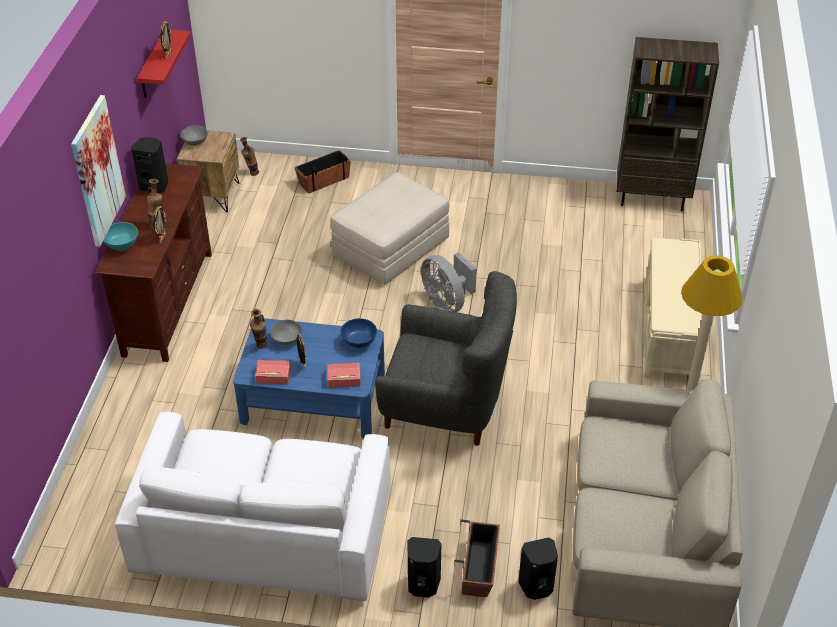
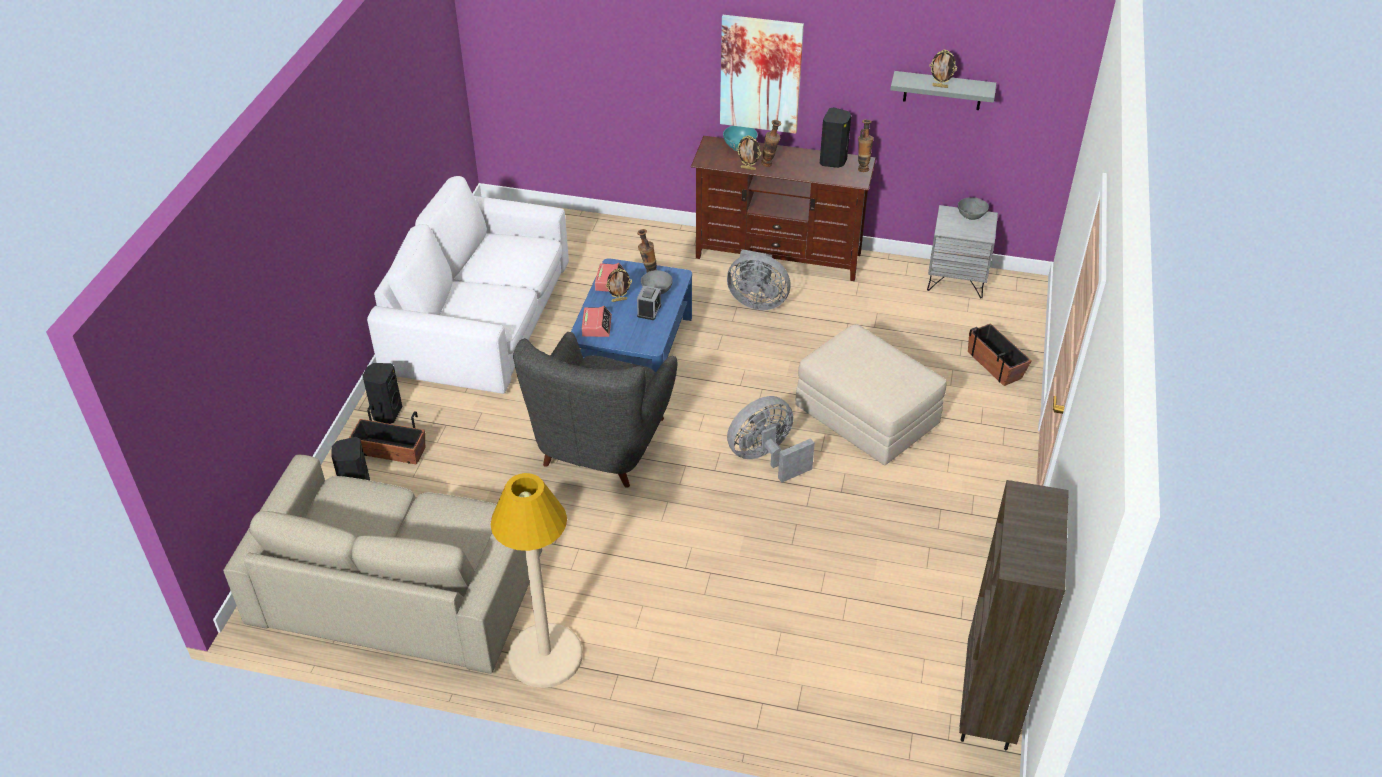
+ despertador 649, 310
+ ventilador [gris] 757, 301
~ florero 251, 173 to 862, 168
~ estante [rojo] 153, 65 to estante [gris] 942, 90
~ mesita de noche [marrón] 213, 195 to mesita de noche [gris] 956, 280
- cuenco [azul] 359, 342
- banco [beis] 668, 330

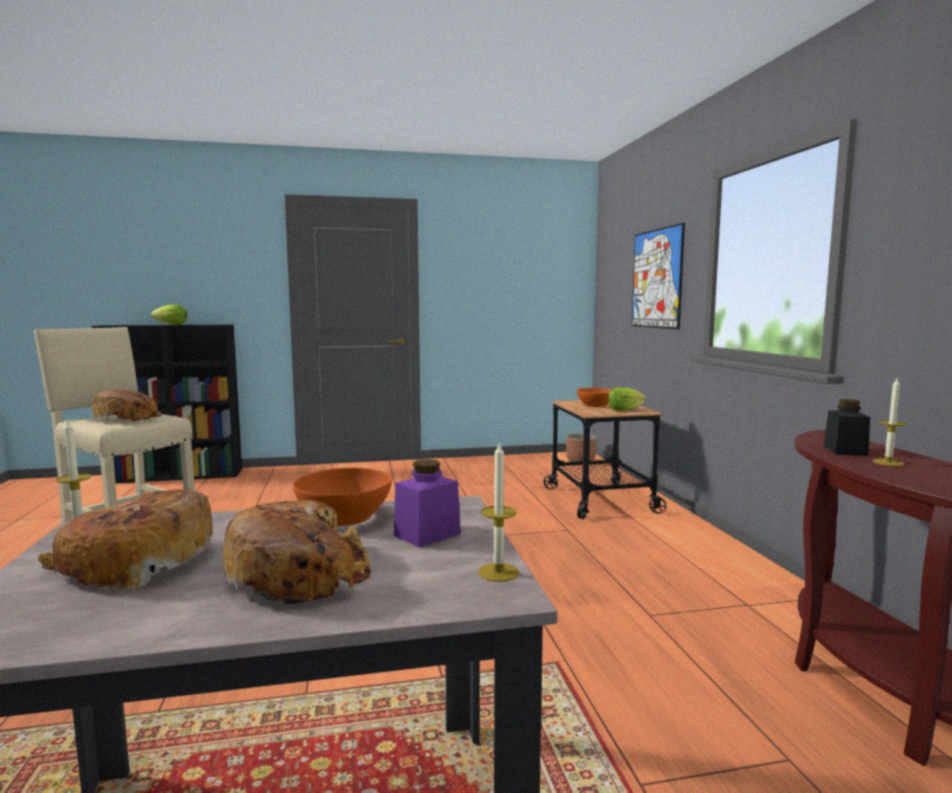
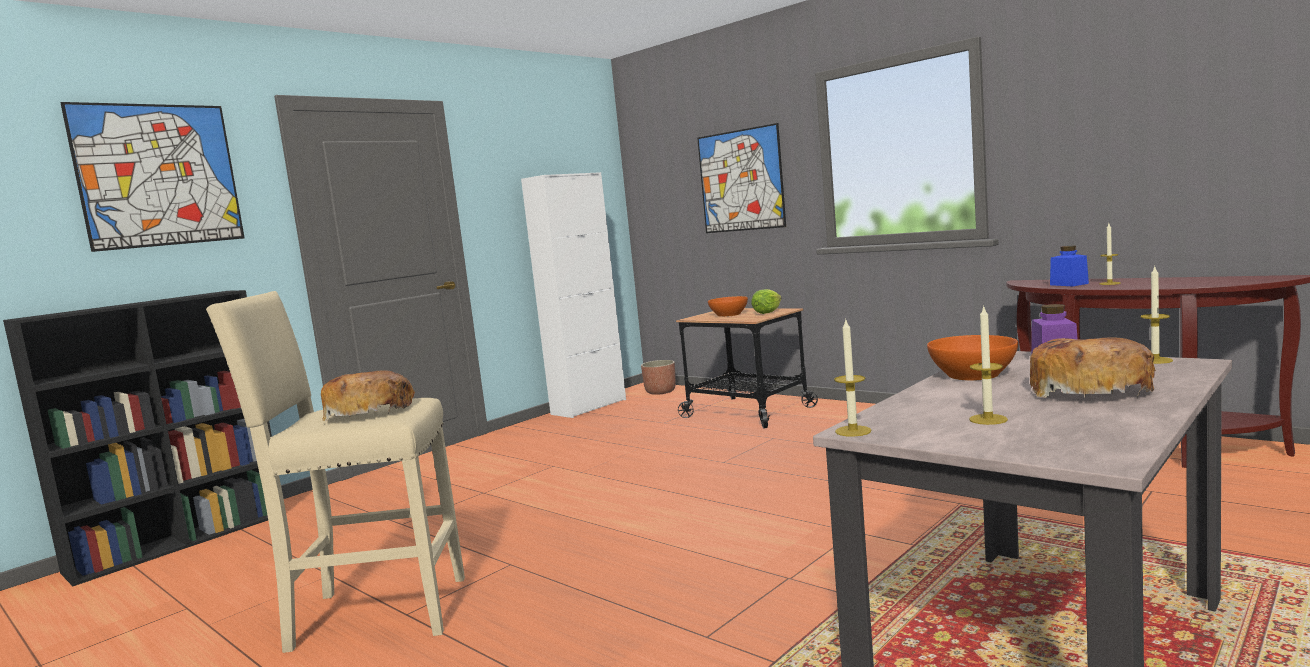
+ cuadro 158, 175
+ armario [blanco] 589, 407
~ pan 136, 562 to vela 988, 419
~ tarro [negro] 845, 450 to tarro [azul] 1069, 284
- lechuga 171, 324

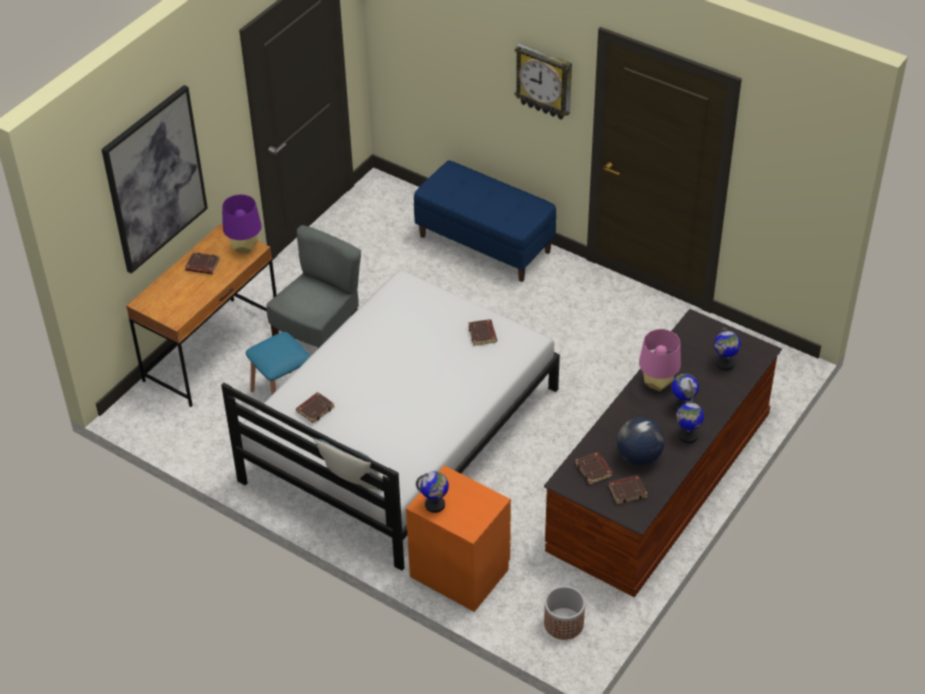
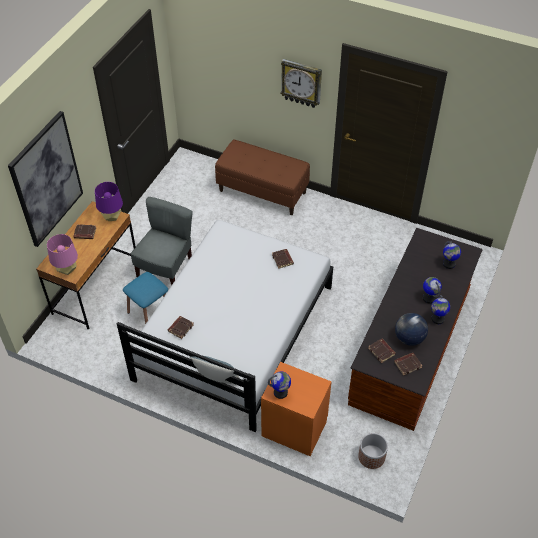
~ lámpara de mesa [rosa] 657, 384 to 67, 270
~ banco [azul] 485, 243 to banco [marrón] 263, 191

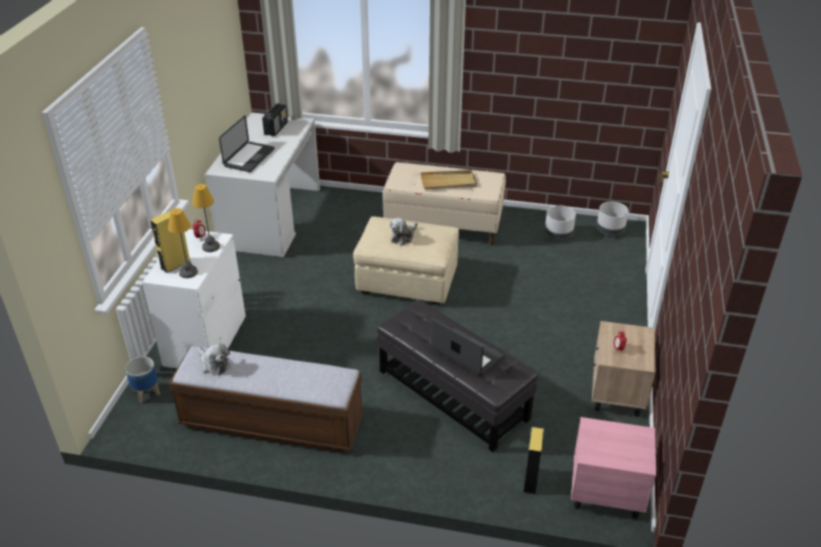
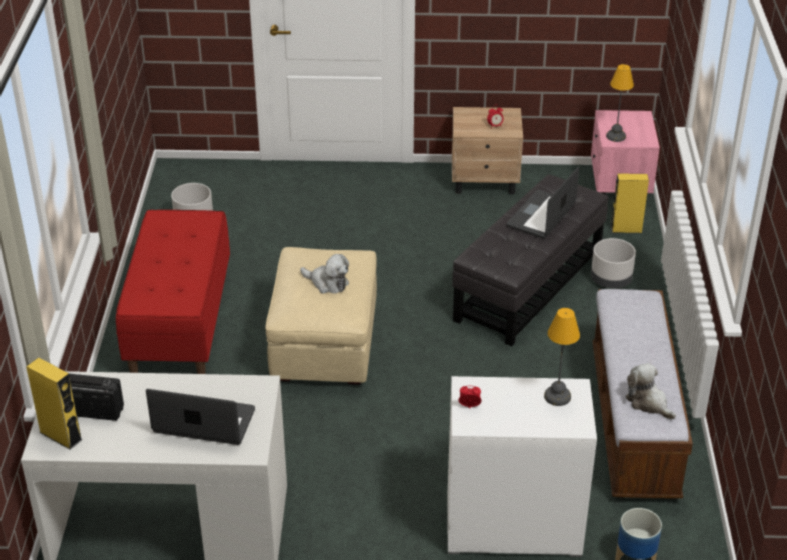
~ altavoz [amarillo] 175, 264 to 61, 436
~ banco [beis] 444, 225 to banco [rojo] 180, 324
~ maceta [gris] 610, 230 to 610, 280
~ lámpara de mesa 211, 246 to 615, 136
~ peluche 214, 364 = 648, 403 75 degrees counterclockwise
- bandeja [beis] 448, 182

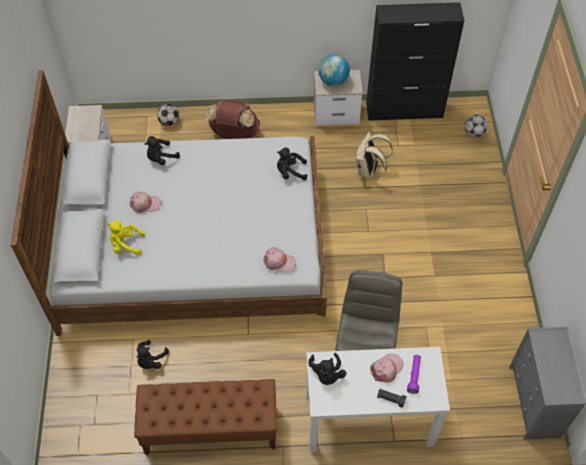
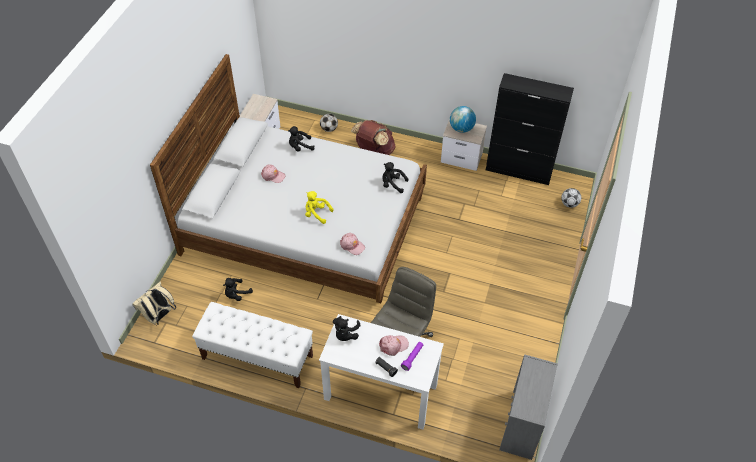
~ mochila [beis] 368, 171 to 159, 316
~ banco [marrón] 210, 429 to banco [blanco] 257, 357
~ peluche [amarillo] 126, 245 to 316, 214

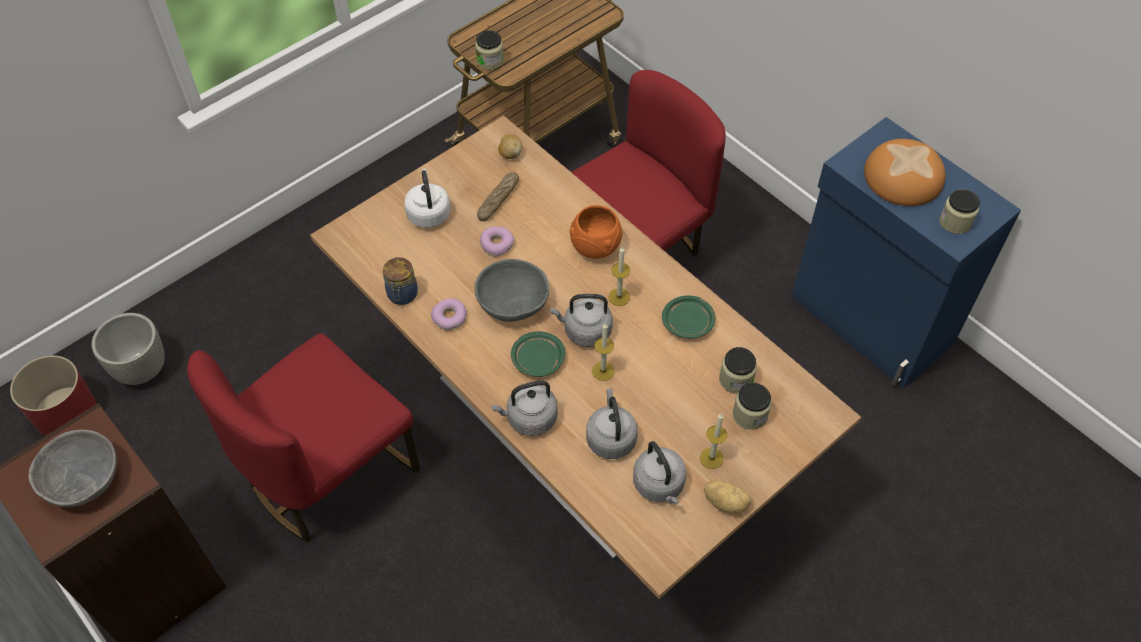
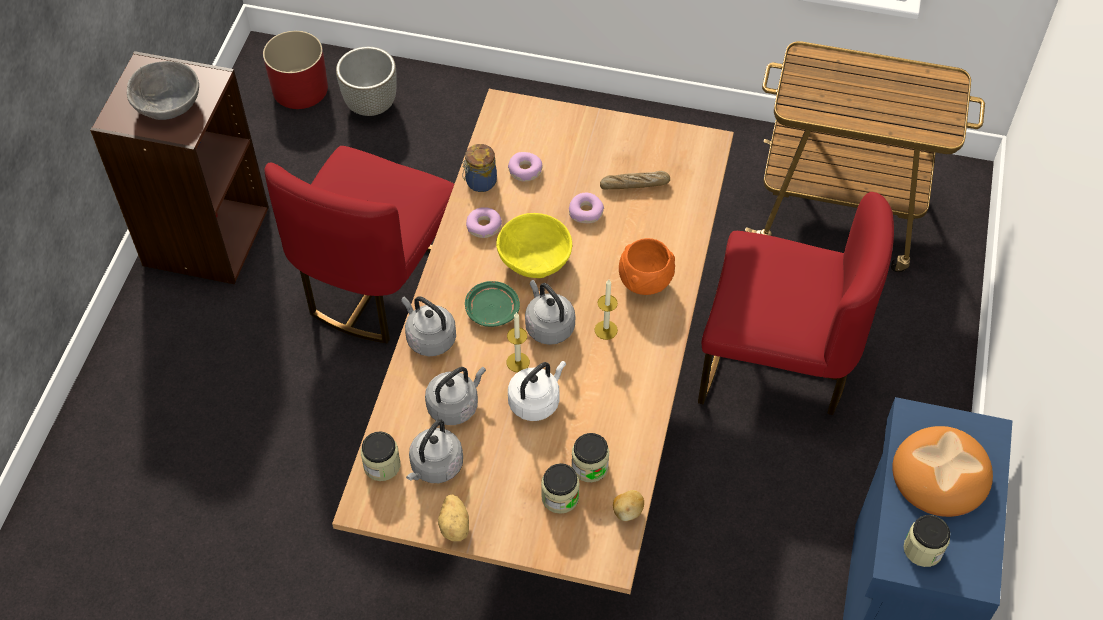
~ silla [rojo] 328, 472 = 376, 282 75 degrees counterclockwise
~ tarro 490, 60 to 382, 465
~ cuenco [gris] 512, 303 to cuenco [amarillo] 534, 259
+ rosquilla 525, 171
~ hervidor [blanco] 428, 213 to 536, 401
~ patata 510, 154 to 627, 511
- plato [verde] 688, 322
- vela 711, 458

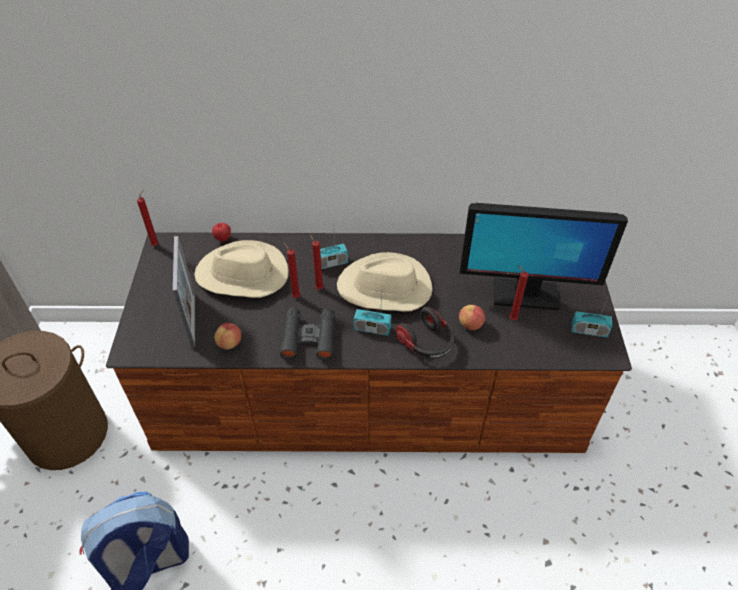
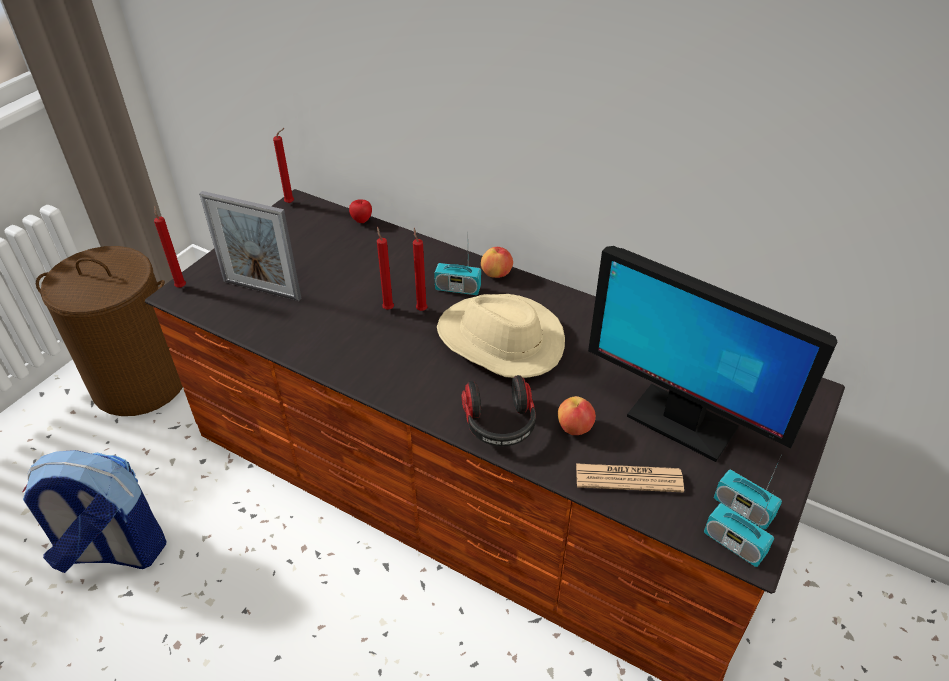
~ vela [rojo] 511, 318 to 181, 286
~ portarretratos 193, 320 = 262, 290 90 degrees clockwise
~ manzana 229, 343 to 496, 274
+ periódico 628, 478
~ radio 372, 328 to 734, 544
- sombrero [beis] 242, 275
- prismáticos [negro] 309, 338

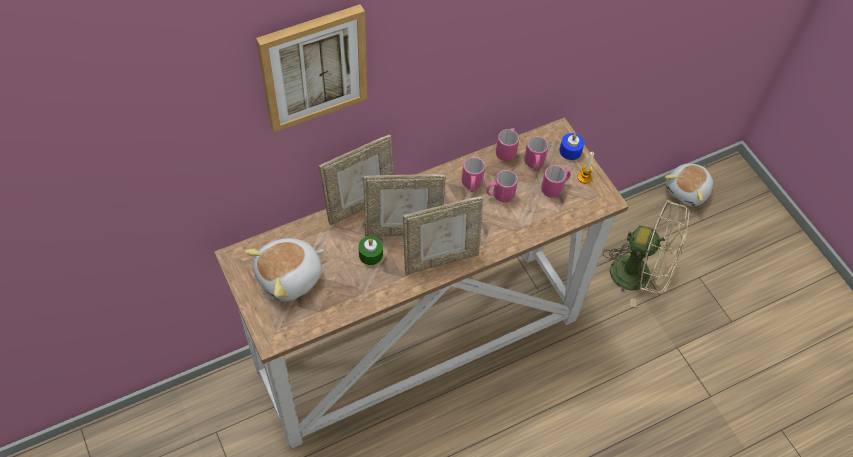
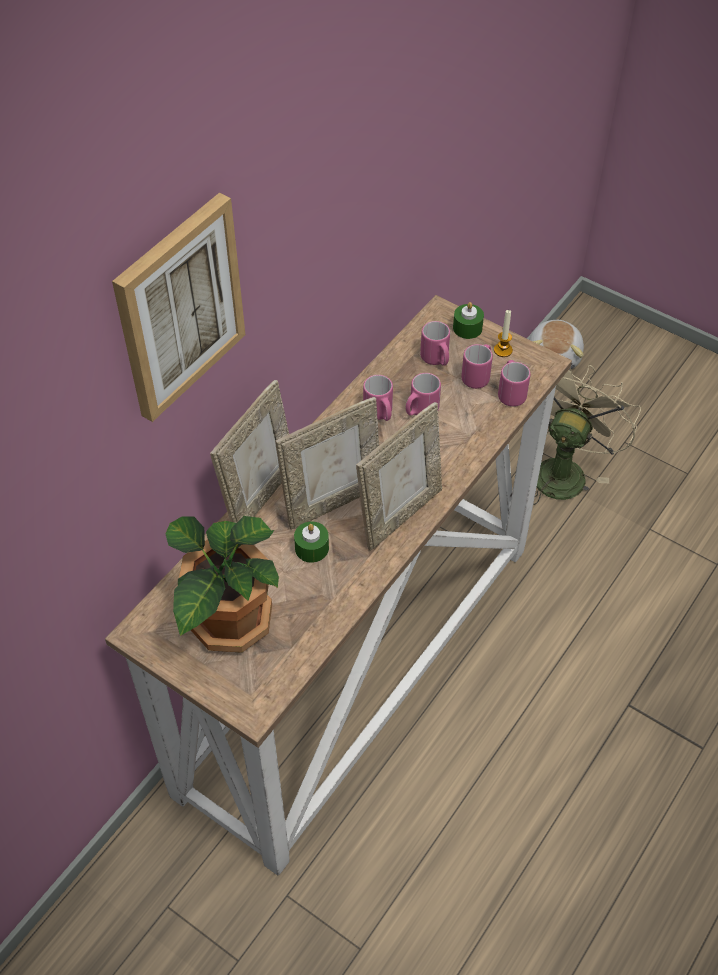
~ peluche 290, 277 to planta en maceta 228, 623
~ vela [azul] 570, 151 to vela [verde] 467, 328
~ taza grande [rosa] 507, 150 to 510, 393
~ ventilador [beis] 639, 275 = 561, 469 60 degrees counterclockwise

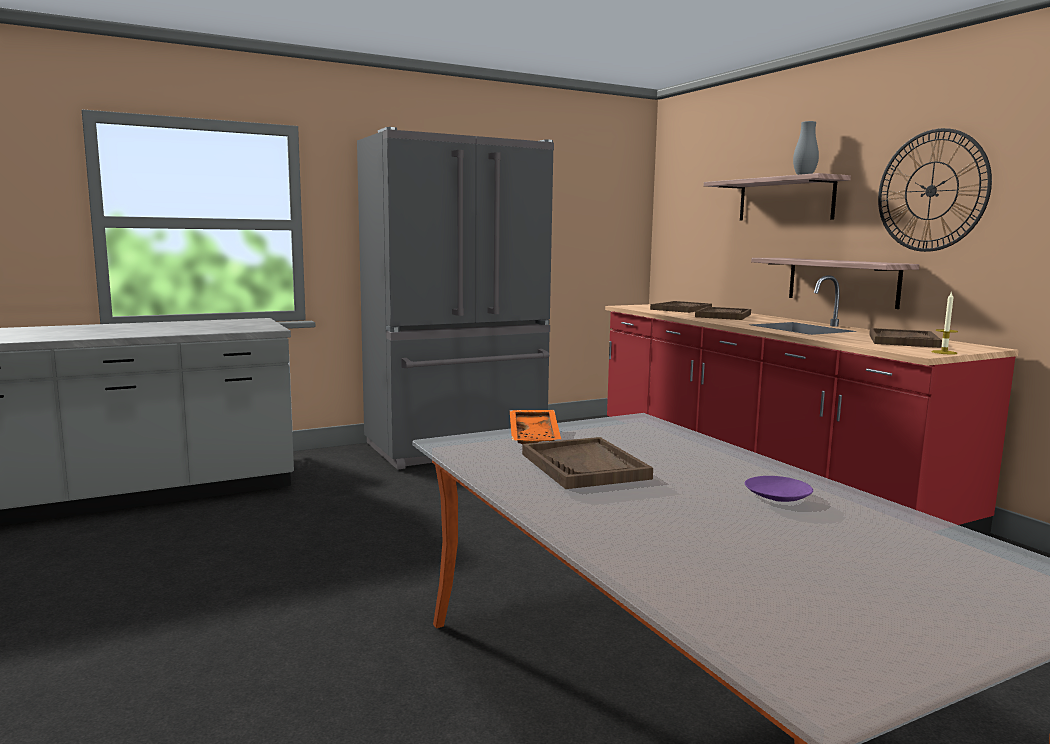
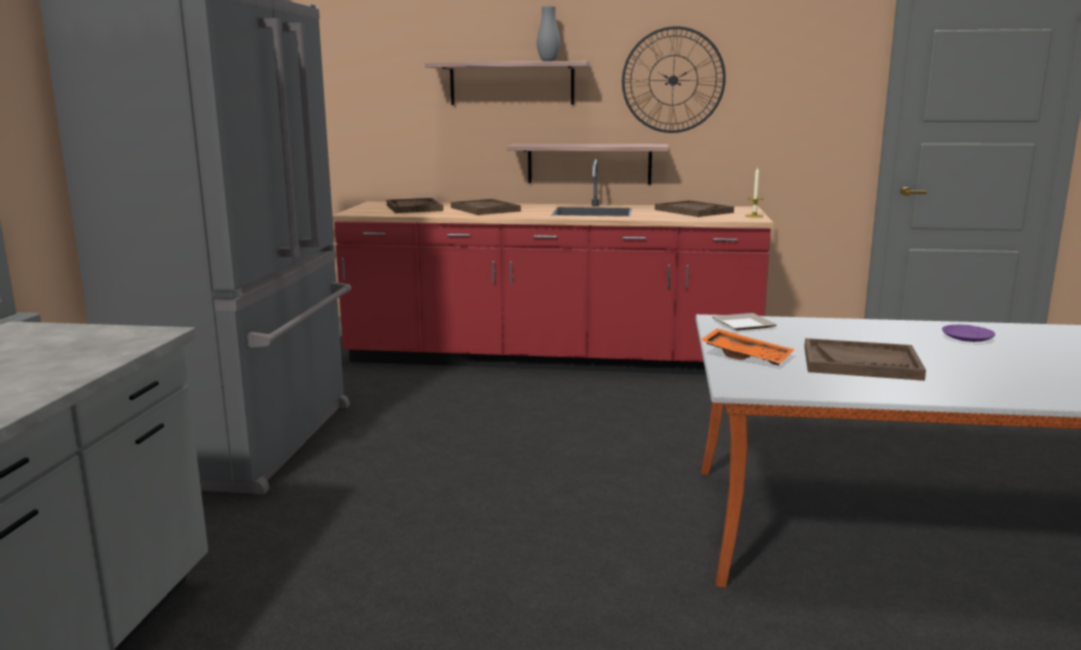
+ plato 744, 324

